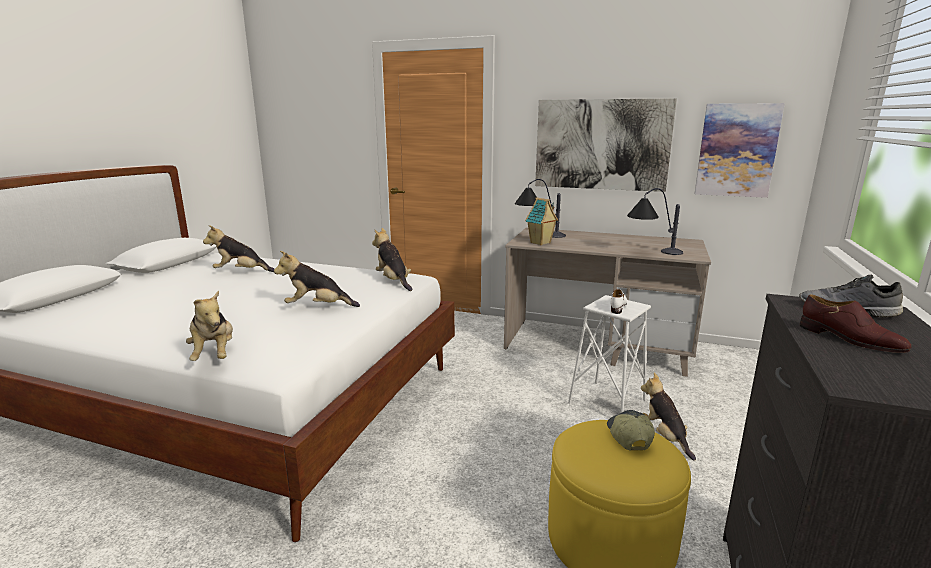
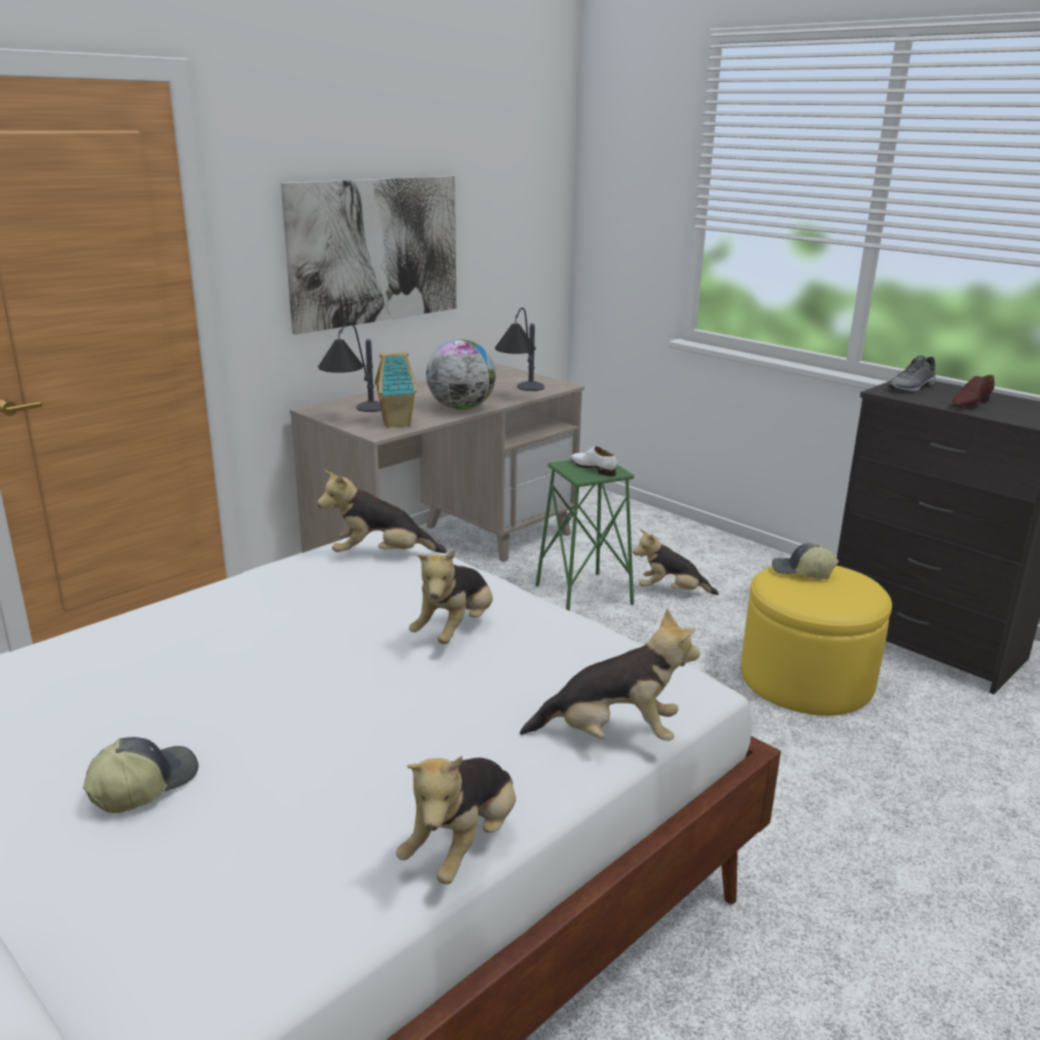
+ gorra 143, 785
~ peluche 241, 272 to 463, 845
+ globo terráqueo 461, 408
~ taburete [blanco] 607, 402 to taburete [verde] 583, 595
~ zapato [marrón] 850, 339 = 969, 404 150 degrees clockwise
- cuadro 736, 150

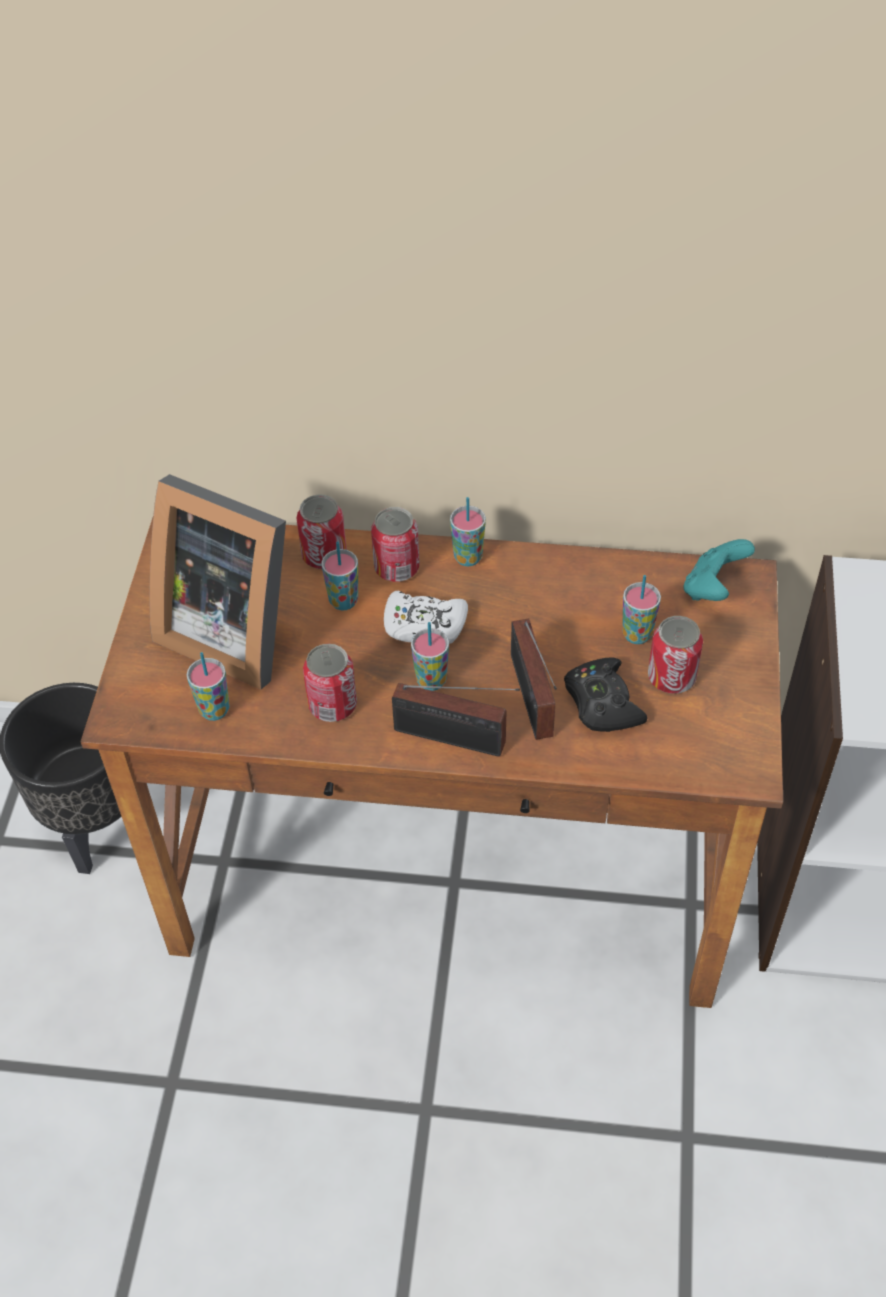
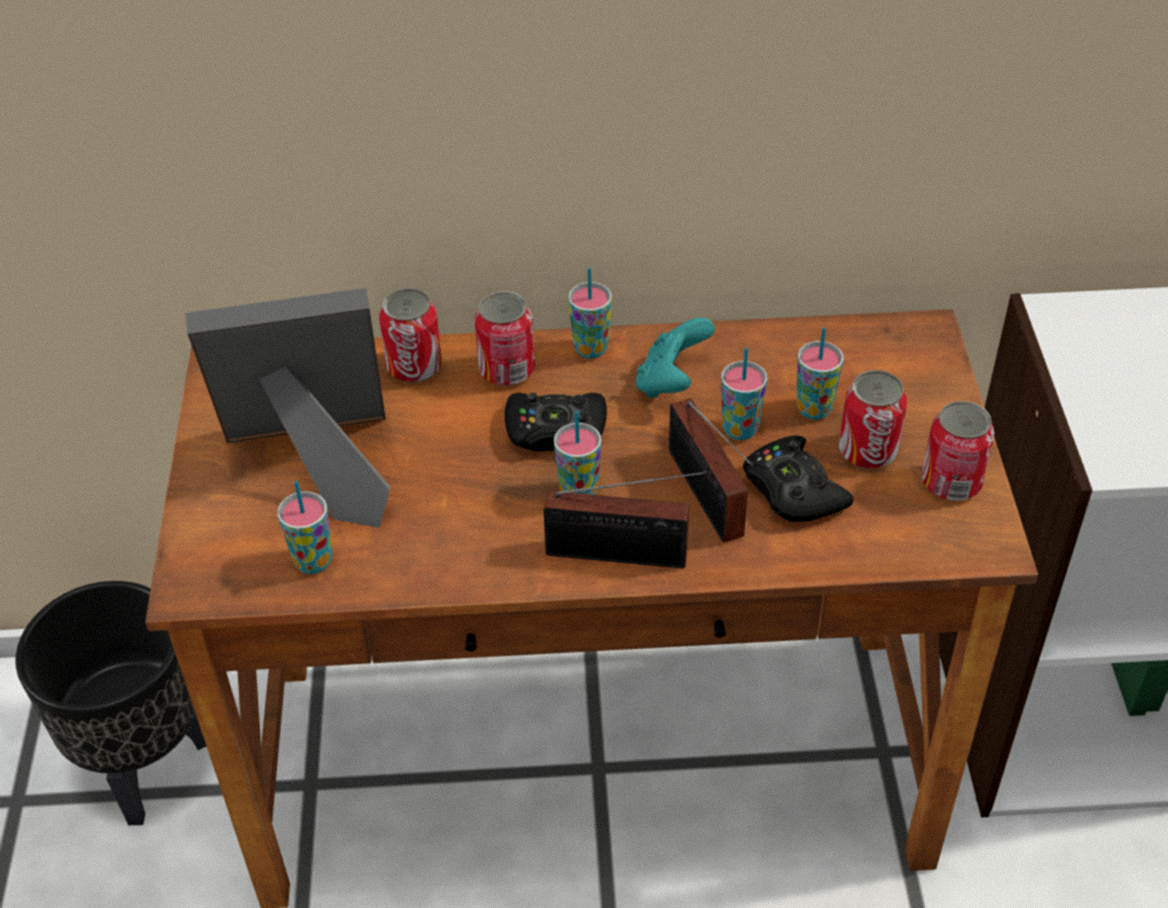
~ portarretratos 232, 628 = 317, 463 150 degrees clockwise
~ mando de consola [blanco] 424, 626 to mando de consola [negro] 555, 431
~ mando de consola [turquesa] 713, 588 to 671, 382
~ taza 343, 601 to 740, 429
~ lata 332, 705 to 951, 482

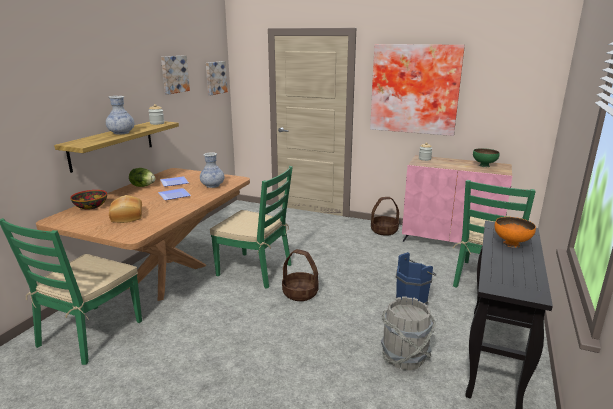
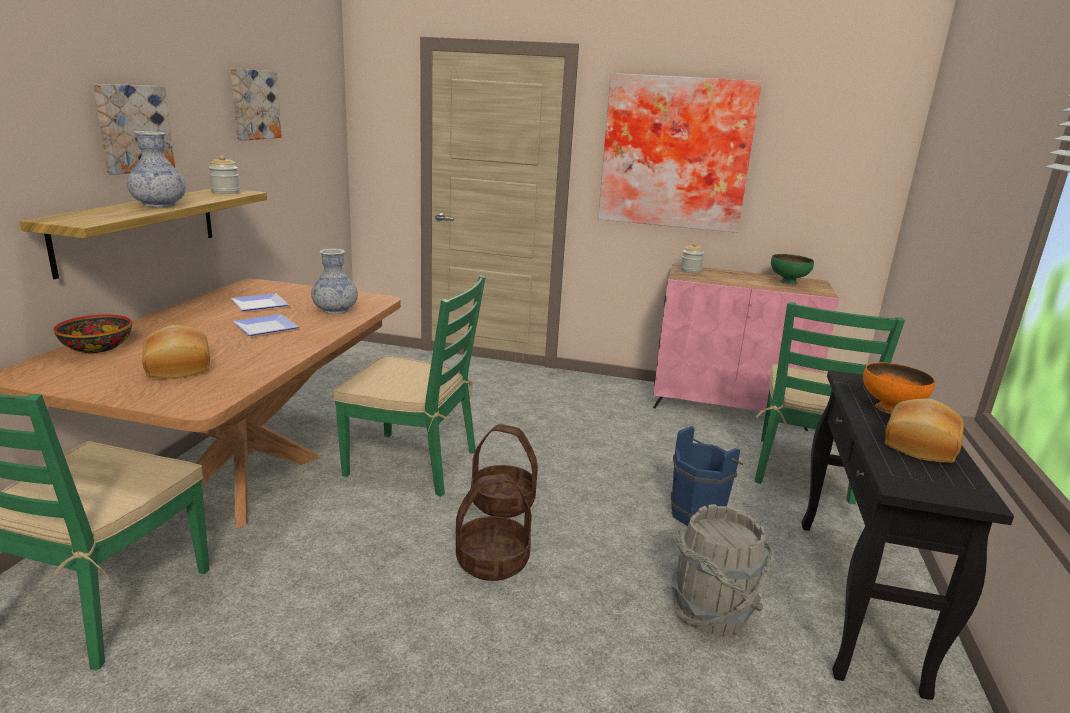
~ cuadro 215, 77 to 132, 128
~ cesta 384, 231 to 492, 561
+ pan 917, 444
- lechuga 143, 186

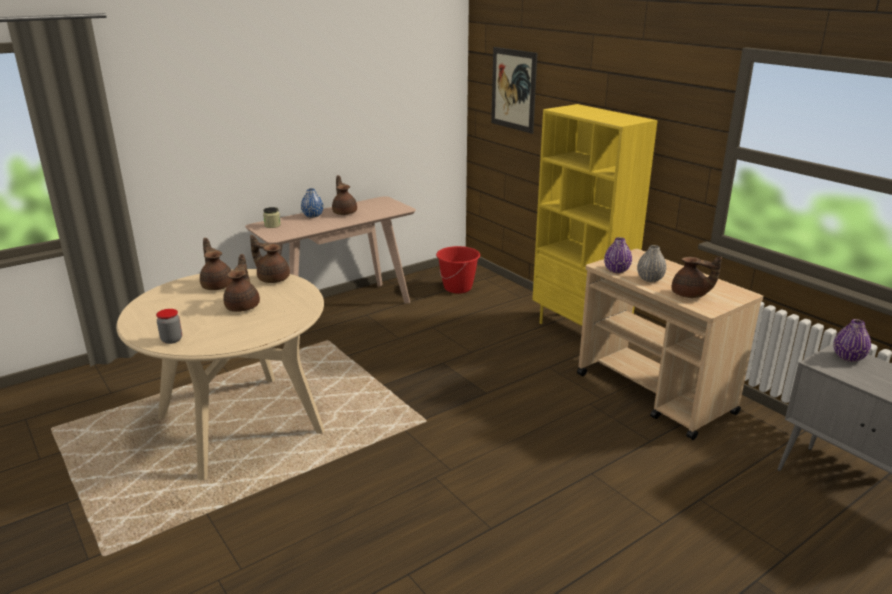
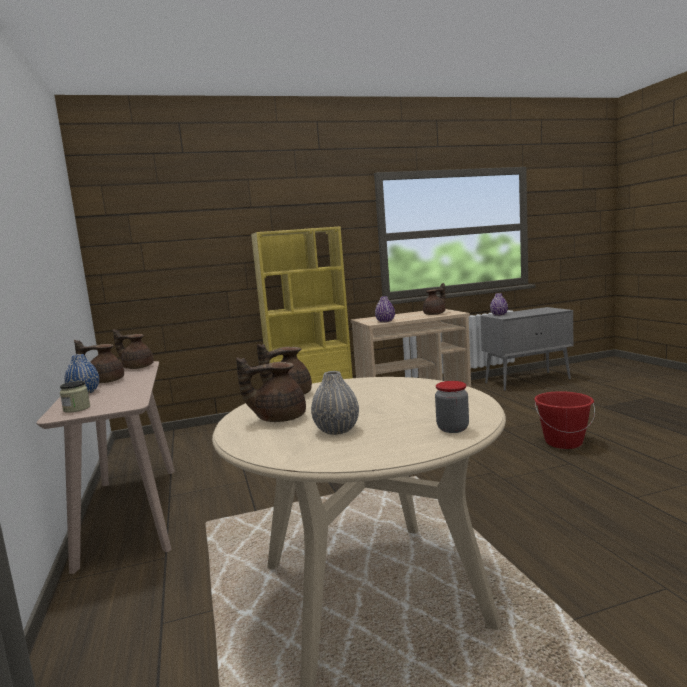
~ tetera [marrón] 243, 306 to 137, 367
~ florero [gris] 650, 279 to 337, 430
~ cubo [rojo] 458, 288 to 563, 442
- cuadro 513, 89

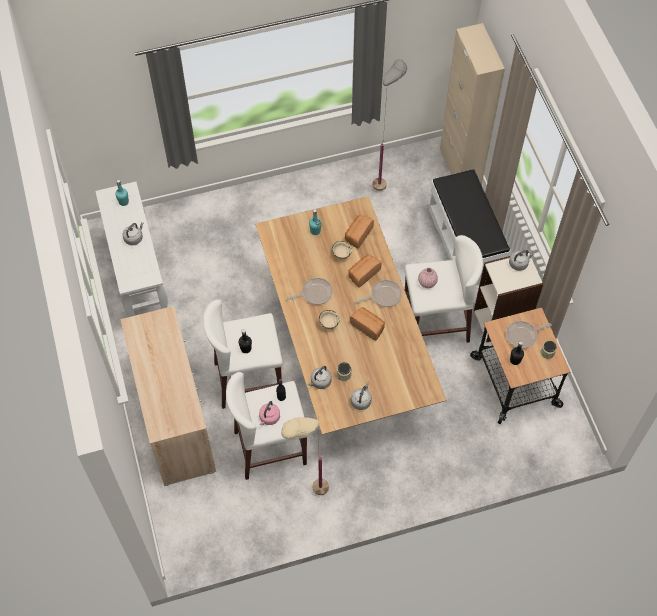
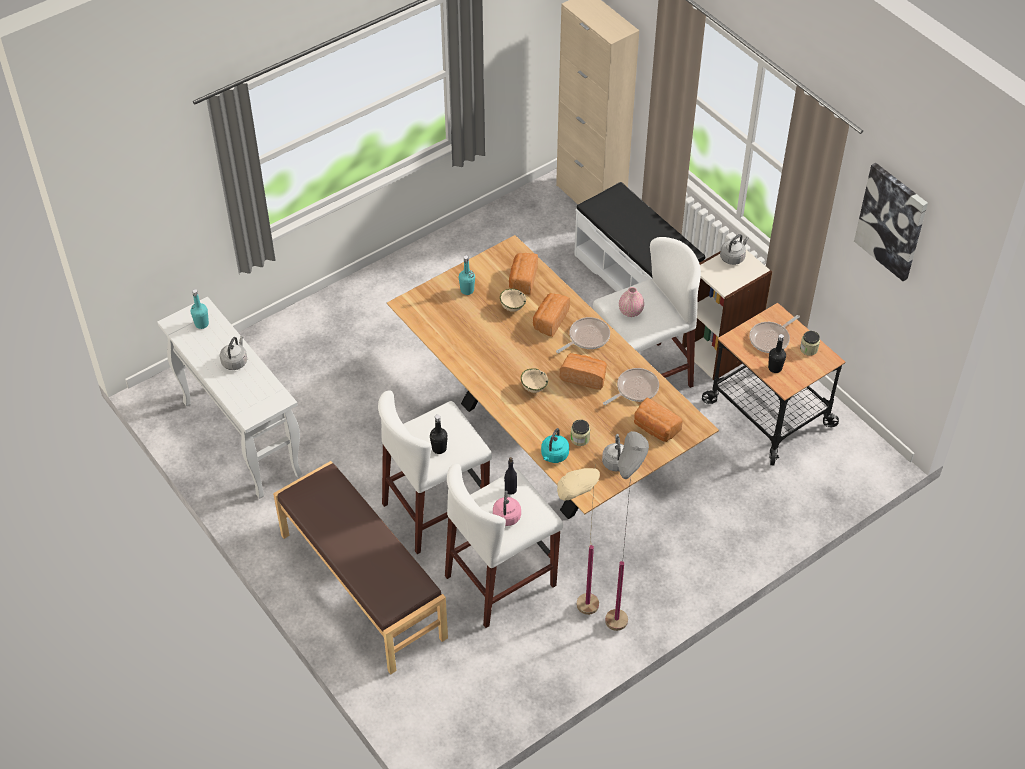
~ armario [beis] 176, 420 to banco [marrón] 361, 586
~ hervidor [gris] 320, 382 to hervidor [turquesa] 554, 456
~ sartén 314, 293 to 635, 389
~ lámpara de pie [gris] 384, 178 to 618, 607
+ pan 655, 428
+ cuadro 892, 221

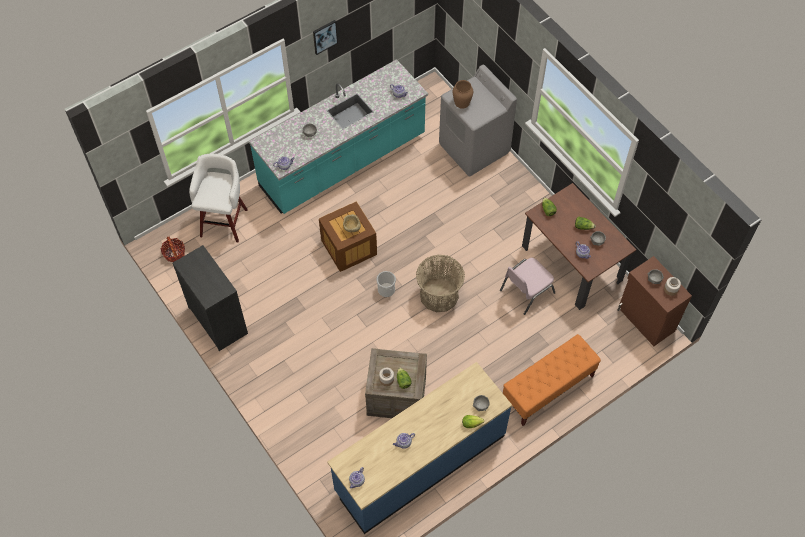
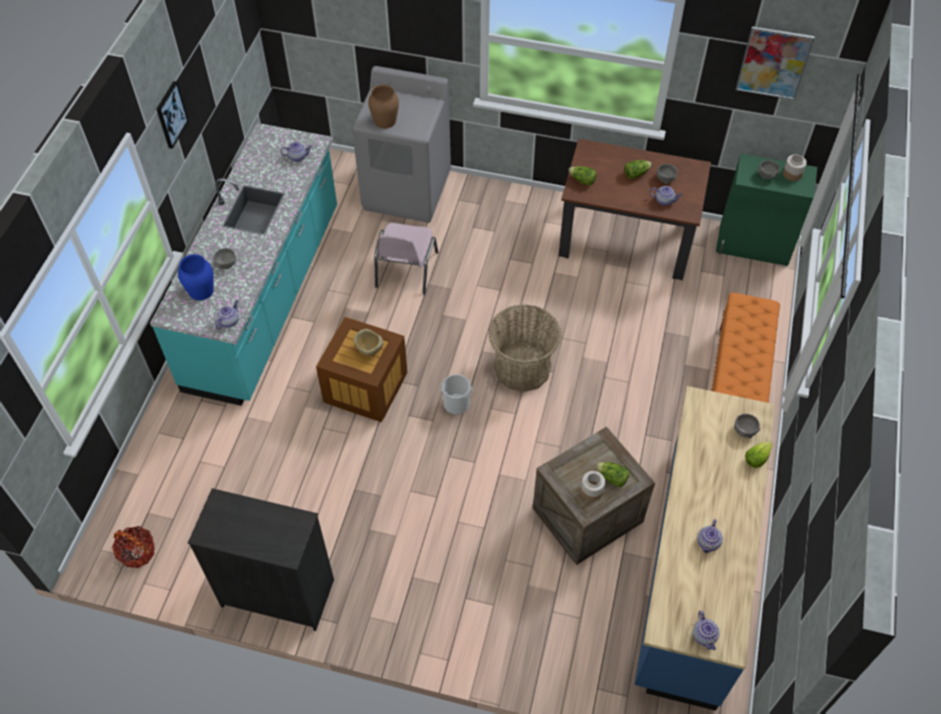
+ florero [azul] 201, 291
~ silla [rosa] 526, 291 to 405, 270
~ armario [marrón] 646, 320 to armario [verde] 753, 246
+ cuadro 773, 63
- taburete [blanco] 224, 221

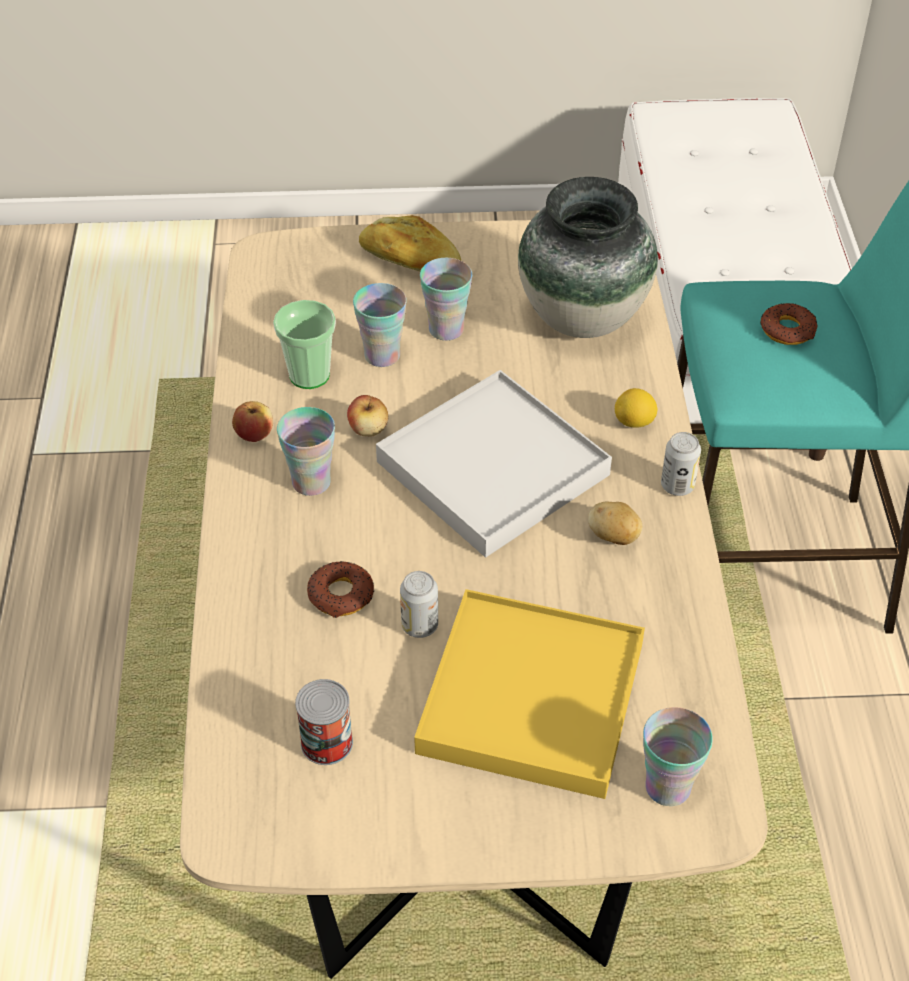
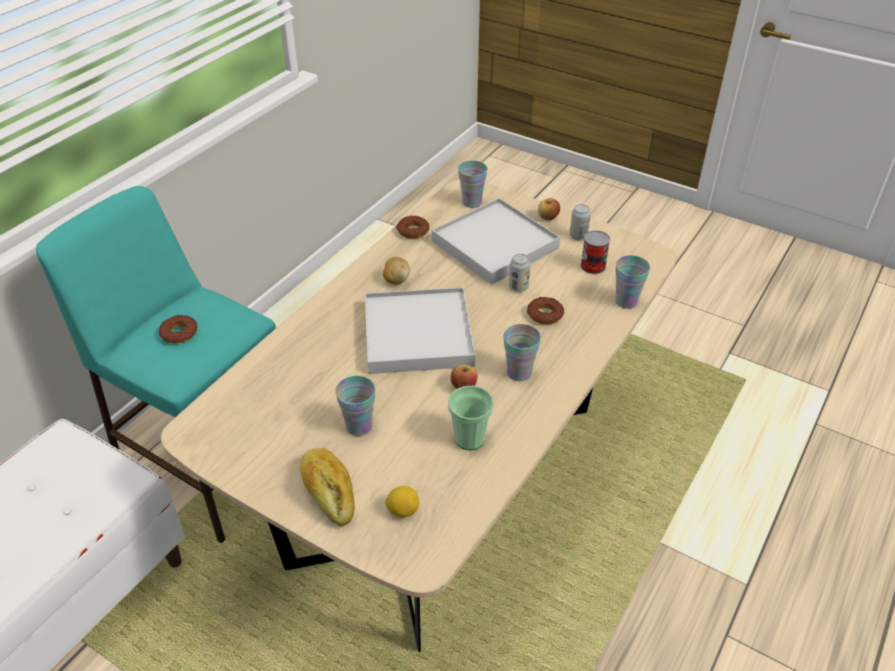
~ limón 634, 422 to 403, 510
+ rosquilla 412, 231
~ bandeja [amarillo] 532, 698 to bandeja [blanco] 495, 244
~ manzana 254, 434 to 548, 217
~ lata 677, 486 to 578, 236
~ taza 382, 355 to 626, 301
- florero 583, 318

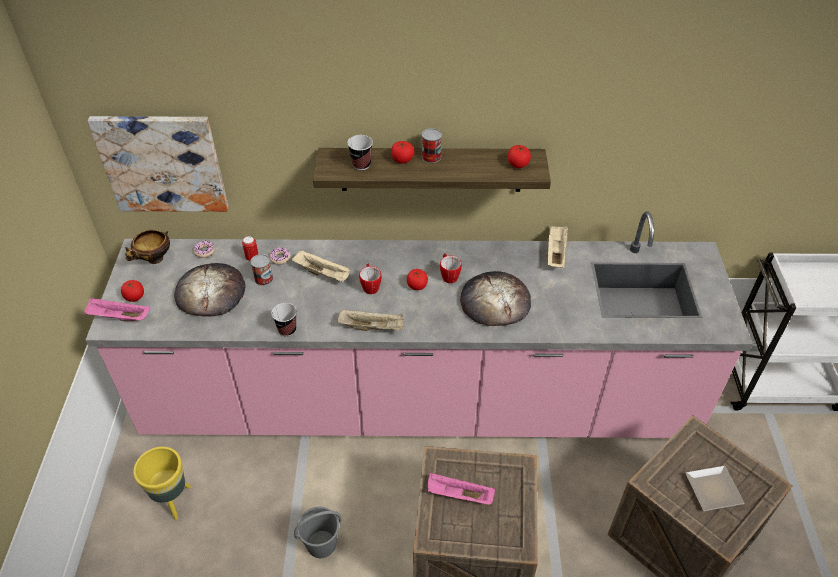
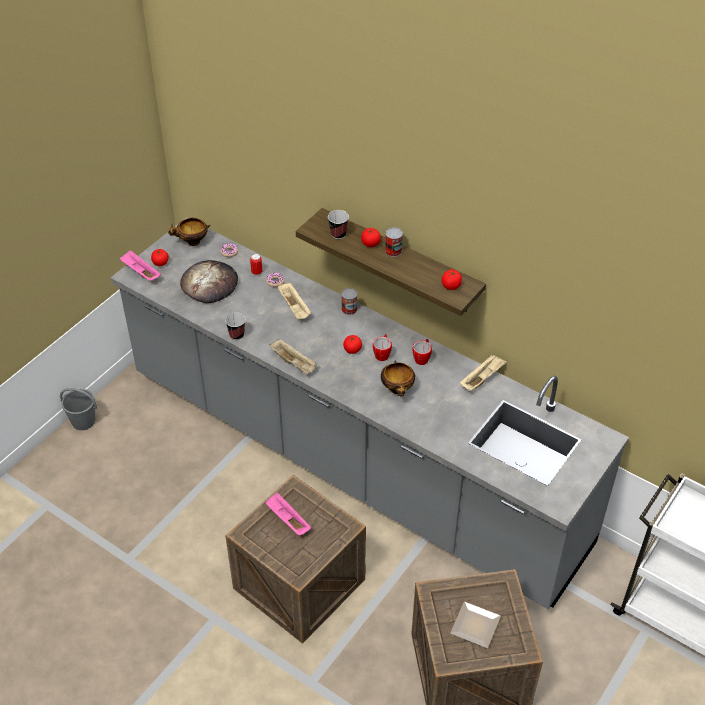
~ cubo [gris] 321, 544 to 83, 421
~ mueble bajo de cocina [rosa] 419, 403 to mueble bajo de cocina [gris] 352, 459
~ lata 263, 279 to 349, 309
~ pan 495, 301 to cuenco 398, 390
~ taza grande 370, 286 to 422, 358
- cuadro 162, 163
- maceta [amarillo] 173, 500

